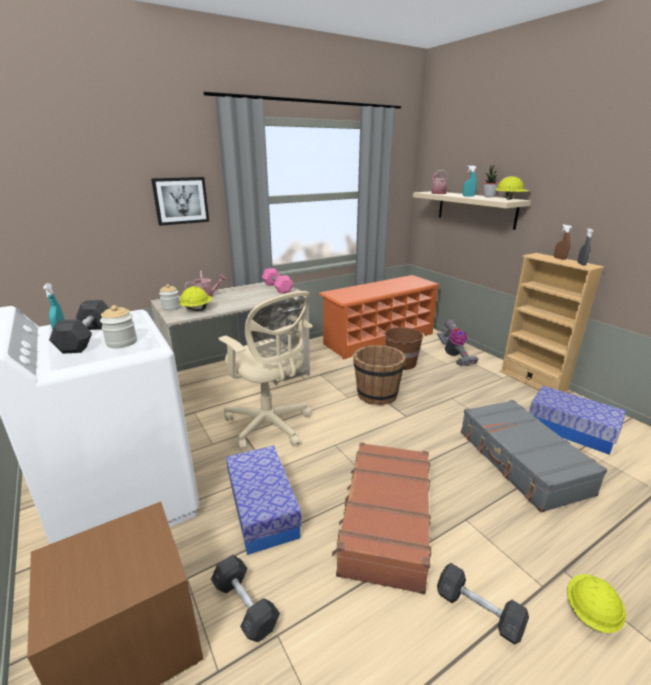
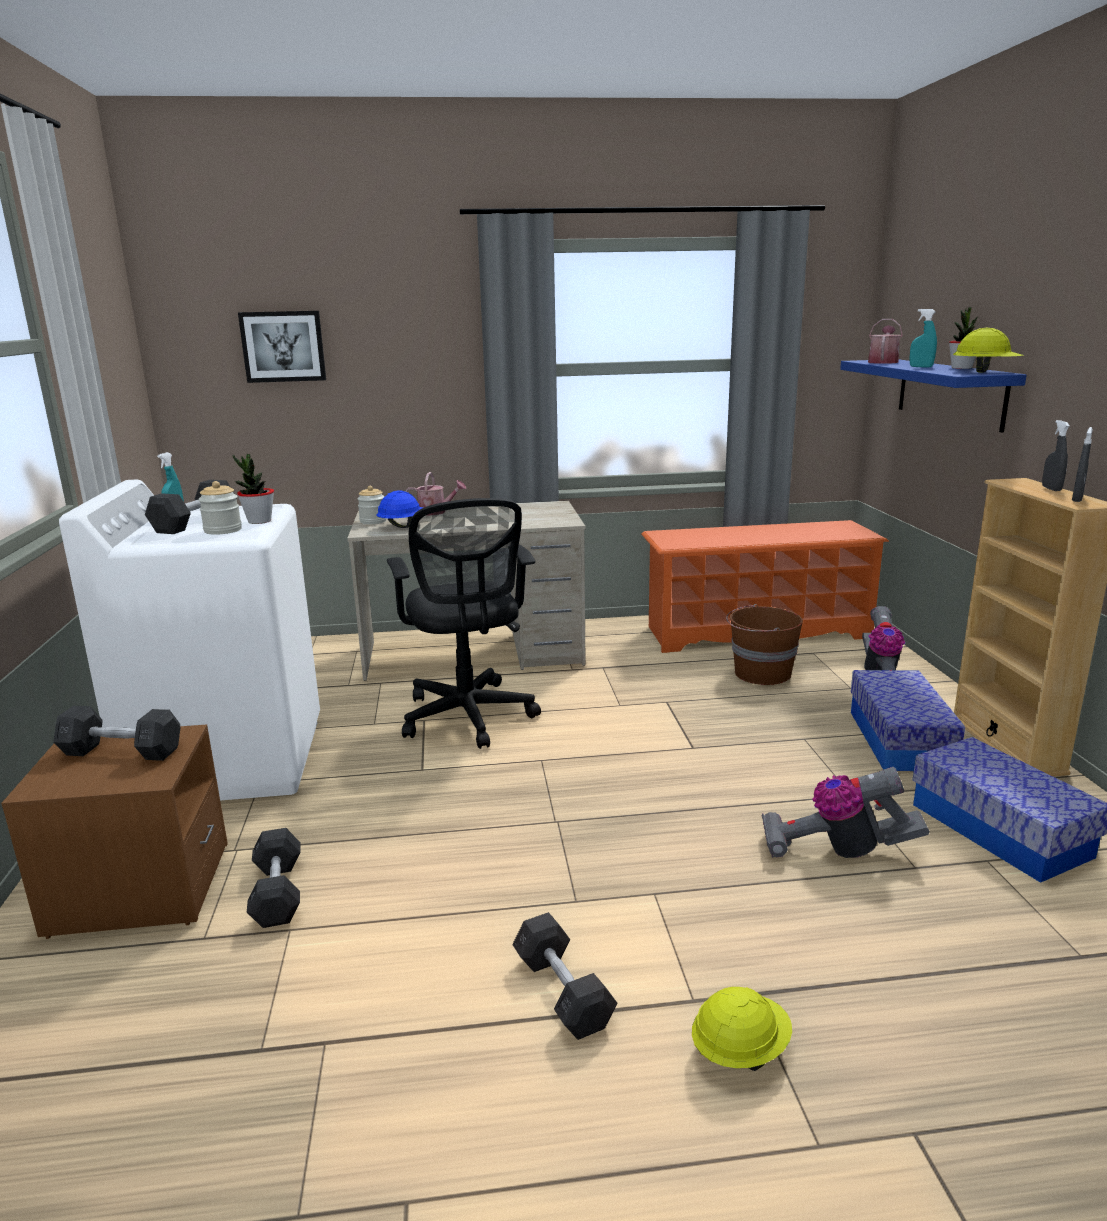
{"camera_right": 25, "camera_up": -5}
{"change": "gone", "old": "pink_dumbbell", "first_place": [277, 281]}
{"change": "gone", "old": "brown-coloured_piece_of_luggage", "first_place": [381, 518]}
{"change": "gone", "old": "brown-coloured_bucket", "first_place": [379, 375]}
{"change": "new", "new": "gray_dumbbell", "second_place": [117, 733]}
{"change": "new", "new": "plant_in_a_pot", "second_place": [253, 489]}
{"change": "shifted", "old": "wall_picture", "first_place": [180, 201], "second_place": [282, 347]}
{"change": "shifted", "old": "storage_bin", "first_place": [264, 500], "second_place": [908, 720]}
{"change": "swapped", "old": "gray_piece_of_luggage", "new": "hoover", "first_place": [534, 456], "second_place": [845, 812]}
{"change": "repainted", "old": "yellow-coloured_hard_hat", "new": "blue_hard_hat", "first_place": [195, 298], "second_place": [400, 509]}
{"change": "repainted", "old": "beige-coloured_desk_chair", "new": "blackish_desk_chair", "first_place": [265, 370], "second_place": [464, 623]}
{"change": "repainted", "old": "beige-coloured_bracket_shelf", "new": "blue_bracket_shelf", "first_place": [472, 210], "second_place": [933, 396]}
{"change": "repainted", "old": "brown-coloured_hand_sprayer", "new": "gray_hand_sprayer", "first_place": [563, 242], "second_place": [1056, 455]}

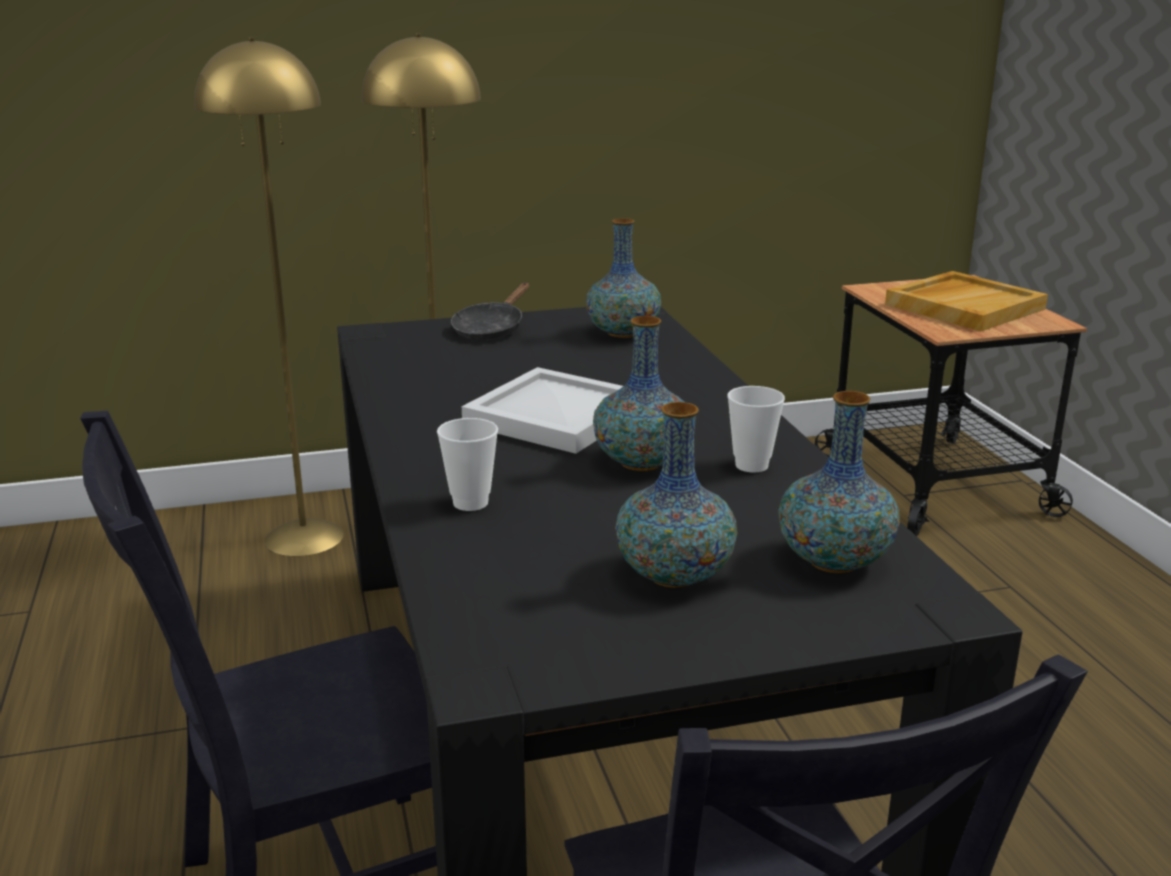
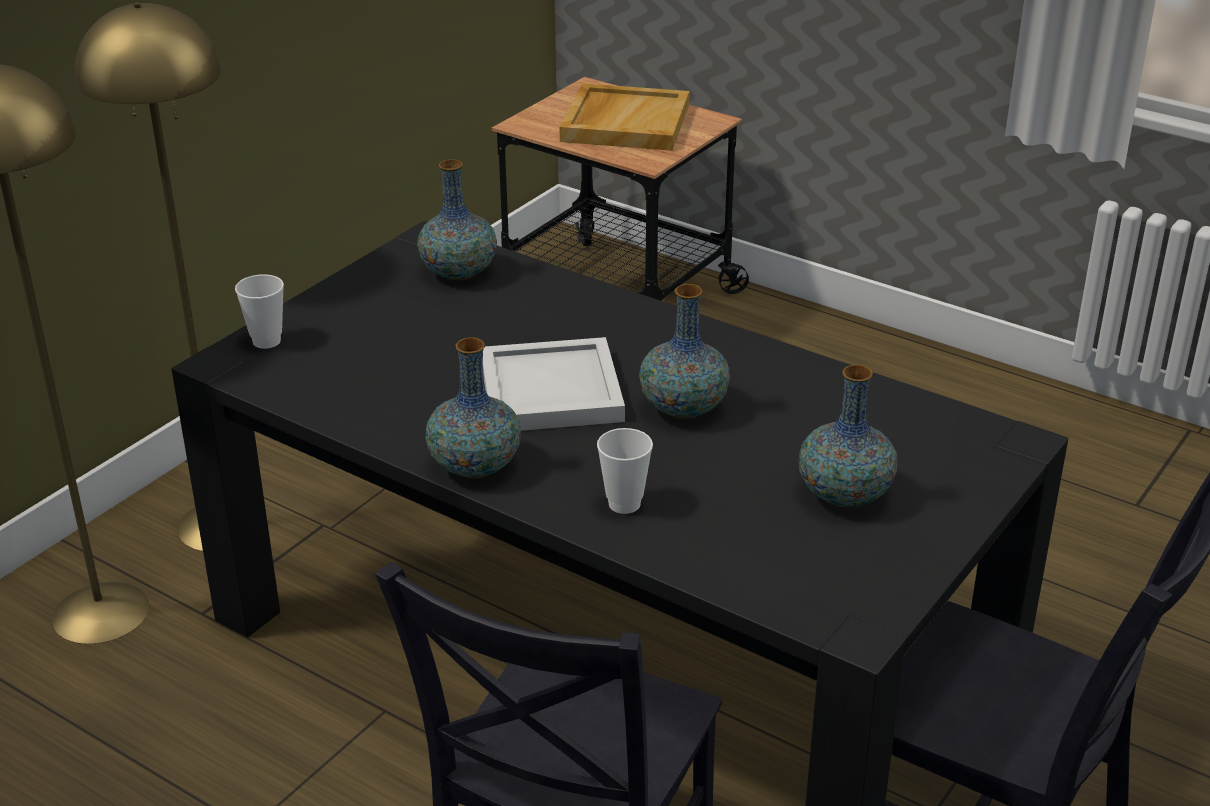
{"camera_right": -40, "camera_up": 10}
{"change": "gone", "old": "blackish_pan", "first_place": [490, 311]}
{"change": "shifted", "old": "small_cup", "first_place": [756, 429], "second_place": [259, 311]}
{"change": "shifted", "old": "flower_vase", "first_place": [839, 482], "second_place": [473, 407]}

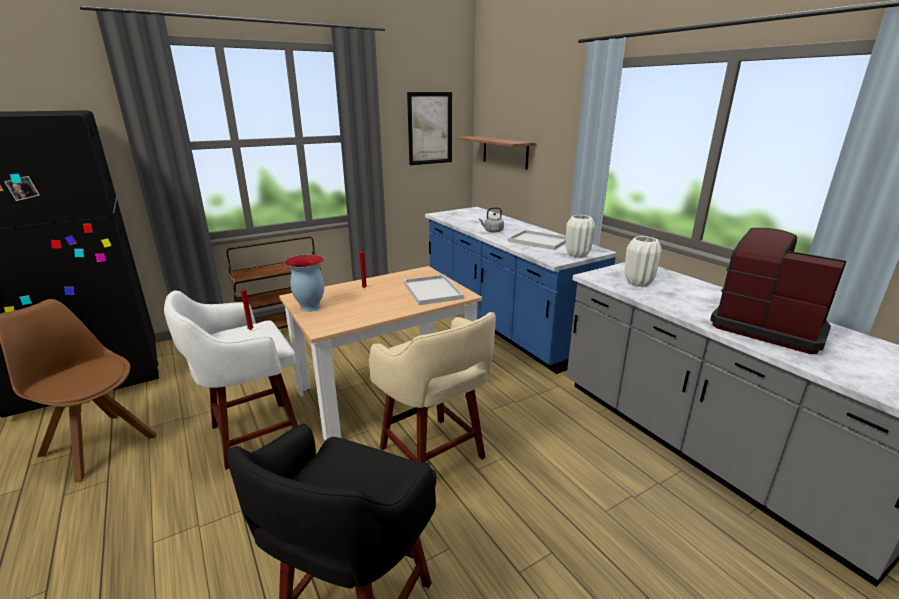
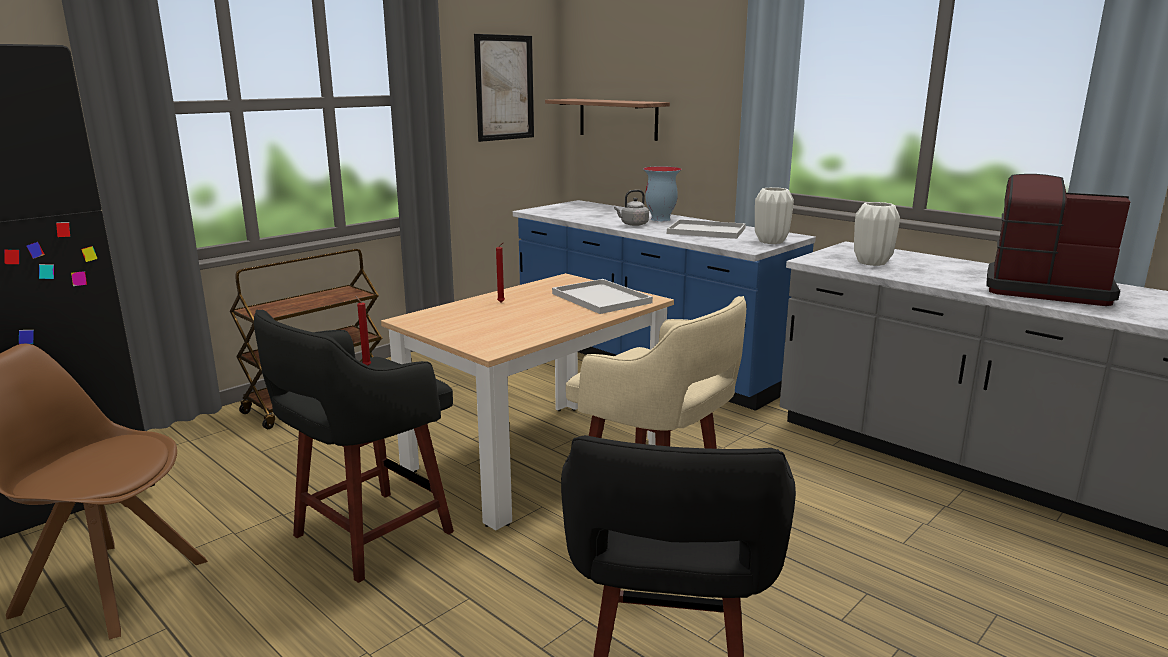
{"camera_right": -15, "camera_up": -5}
{"change": "shifted", "old": "flower_vase", "first_place": [304, 283], "second_place": [662, 193]}
{"change": "repainted", "old": "white_sitting_stool", "new": "blackish_sitting_stool", "first_place": [231, 380], "second_place": [354, 446]}

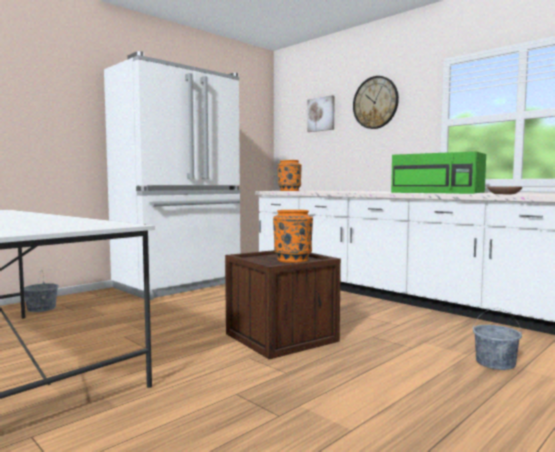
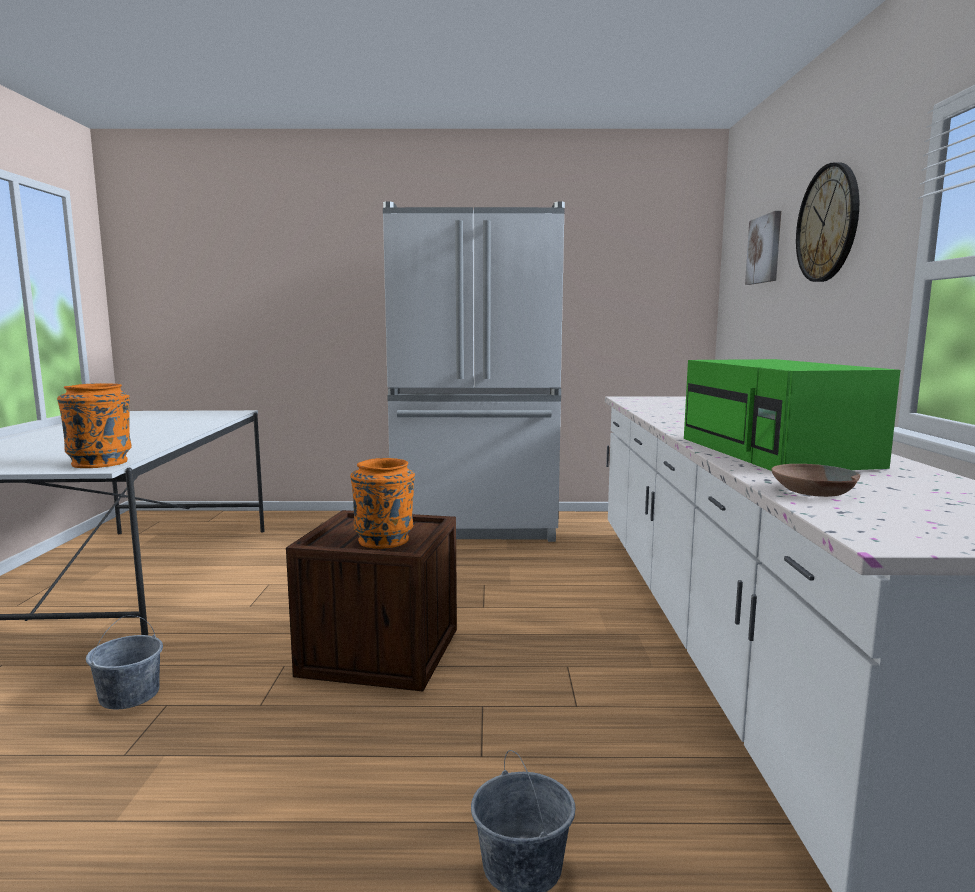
{"camera_right": 45, "camera_up": 5}
{"change": "shifted", "old": "gray_bucket", "first_place": [41, 291], "second_place": [124, 662]}
{"change": "shifted", "old": "orange_flower_vase", "first_place": [289, 175], "second_place": [94, 425]}

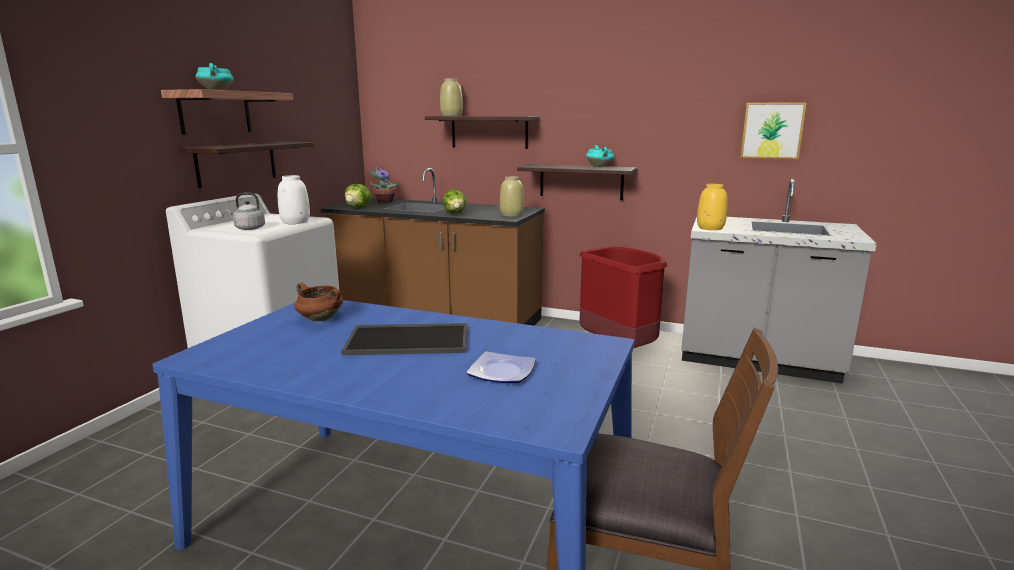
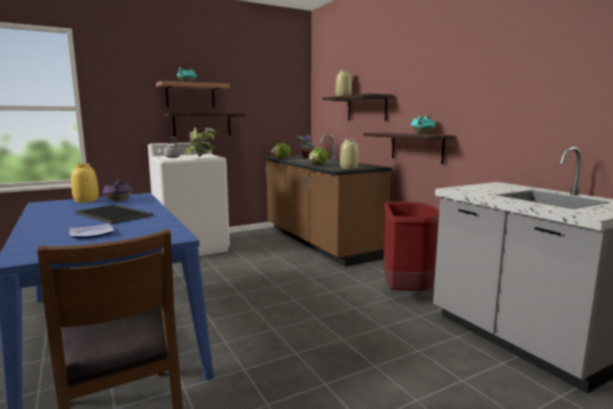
{"camera_right": 40, "camera_up": -5}
{"change": "gone", "old": "wall_picture", "first_place": [773, 130]}
{"change": "shifted", "old": "yellow-coloured_flower_vase", "first_place": [712, 207], "second_place": [85, 183]}
{"change": "swapped", "old": "white_flower_vase", "new": "plant_in_a_pot", "first_place": [294, 199], "second_place": [200, 142]}
{"change": "repainted", "old": "brown-coloured_stockpot", "new": "purplish_stockpot", "first_place": [318, 302], "second_place": [117, 190]}

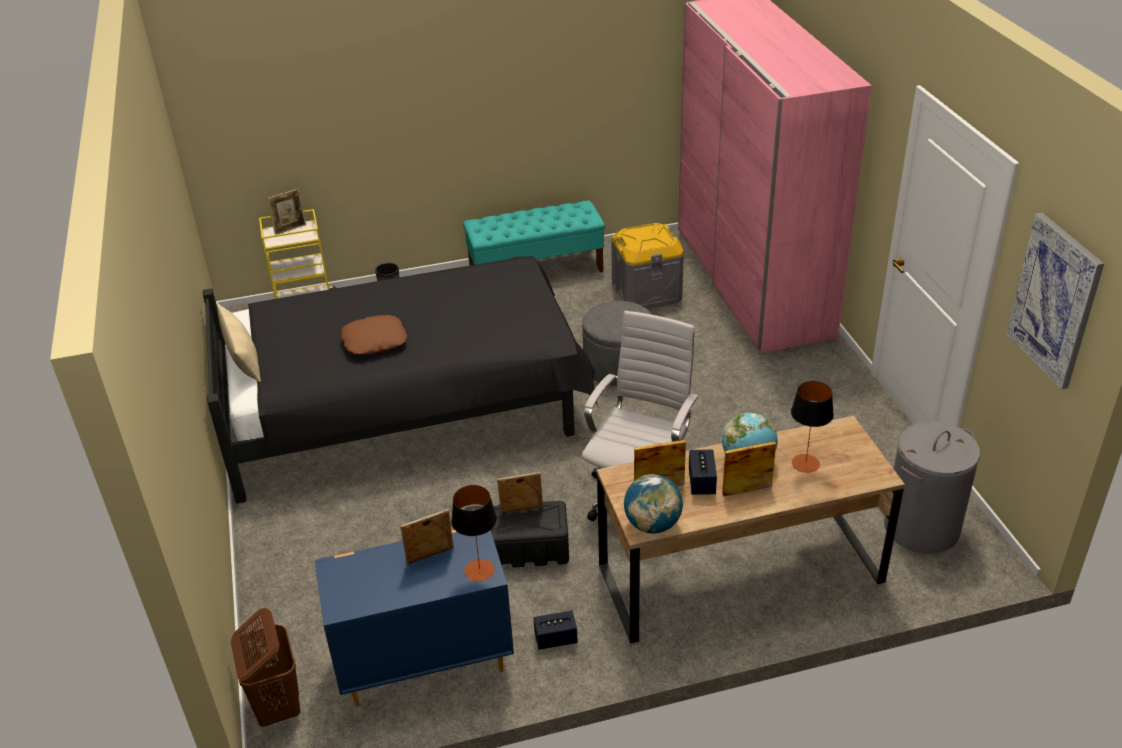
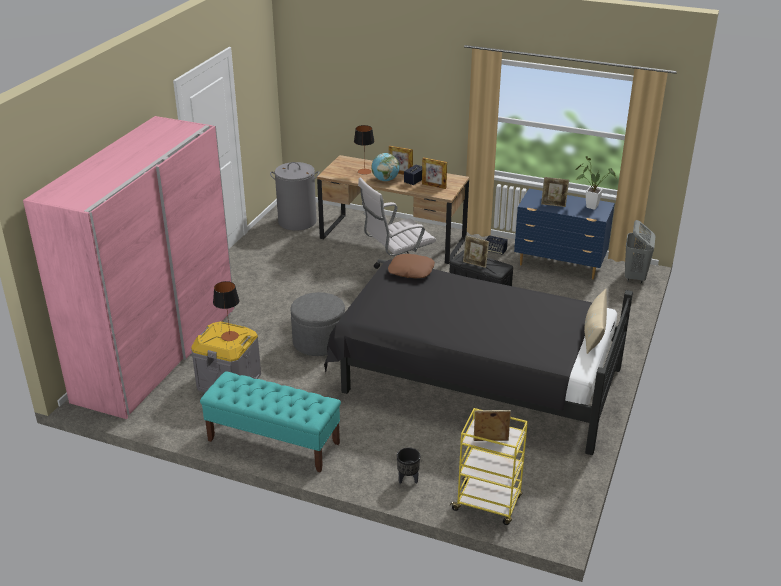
{"camera_right": -145, "camera_up": -5}
{"change": "gone", "old": "globe", "first_place": [653, 504]}
{"change": "gone", "old": "wall_picture", "first_place": [1055, 301]}
{"change": "new", "new": "plant_in_a_pot", "second_place": [596, 183]}
{"change": "shifted", "old": "brown-coloured_throw_pillow", "first_place": [374, 335], "second_place": [411, 266]}
{"change": "shifted", "old": "tabletop_lamp", "first_place": [474, 533], "second_place": [226, 311]}
{"change": "repainted", "old": "brown-coloured_washing_basket", "new": "gray_washing_basket", "first_place": [266, 667], "second_place": [640, 252]}

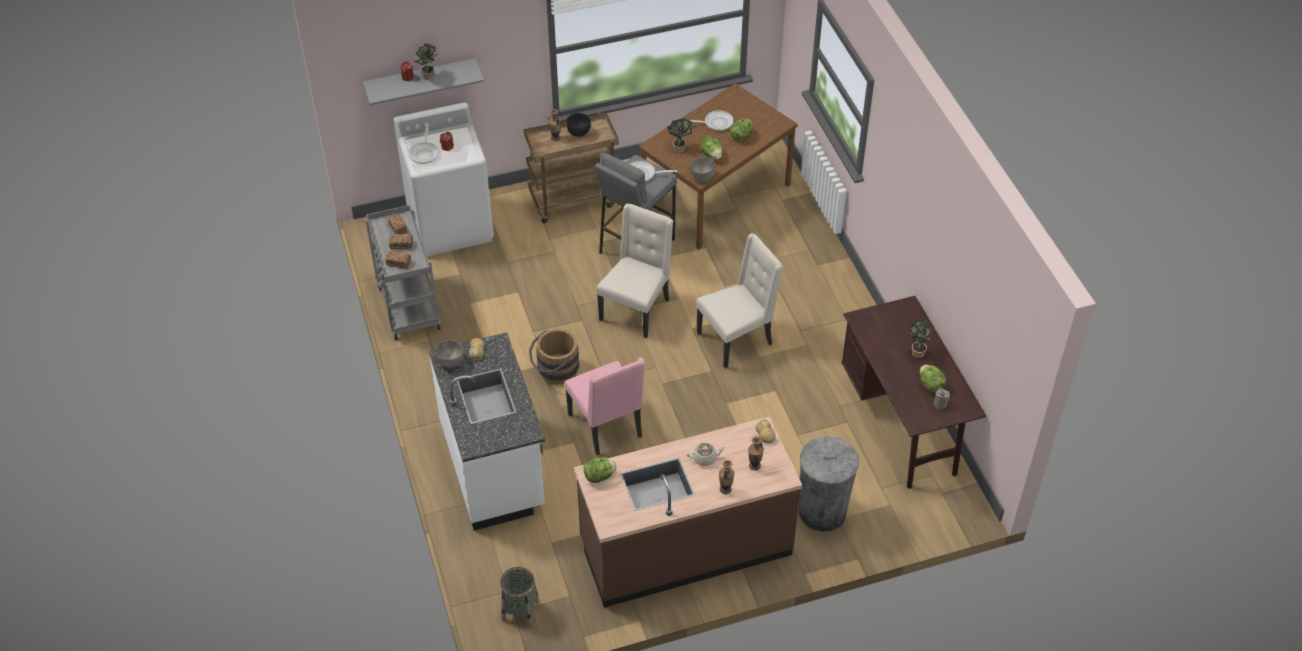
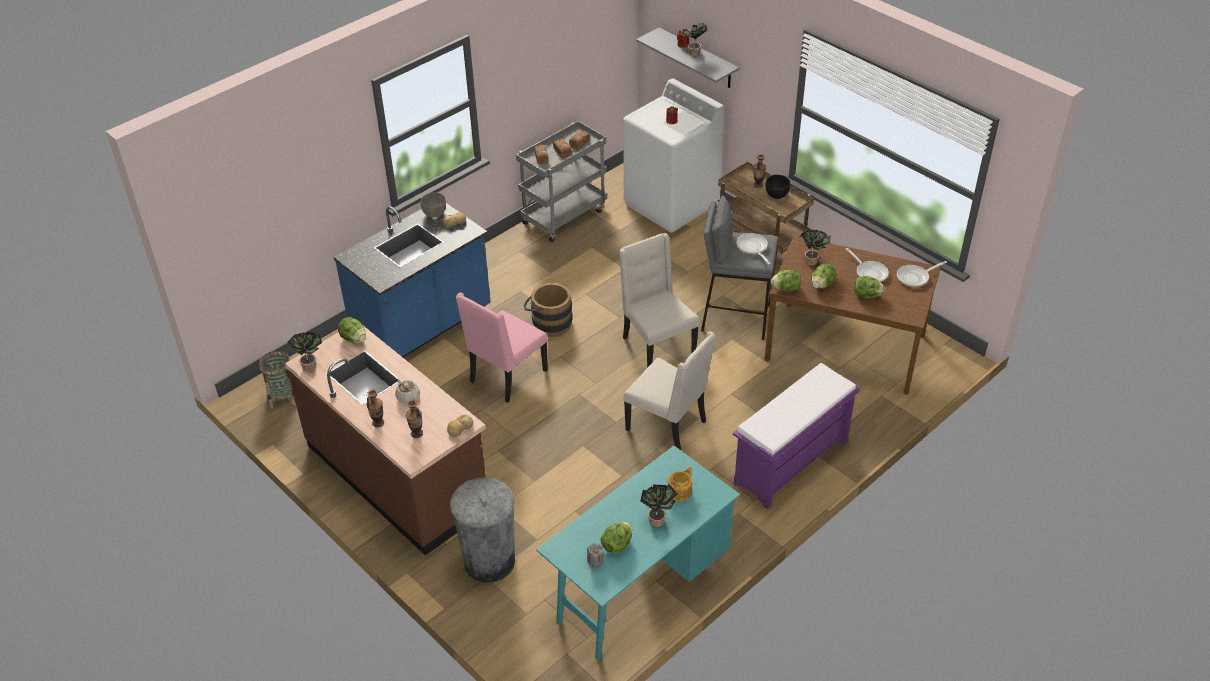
{"camera_right": 65, "camera_up": -5}
{"change": "new", "new": "plant_in_a_pot", "second_place": [304, 351]}
{"change": "new", "new": "tea_pot", "second_place": [680, 484]}
{"change": "new", "new": "purplish_indoor_bench", "second_place": [796, 436]}
{"change": "shifted", "old": "pan", "first_place": [424, 144], "second_place": [922, 274]}
{"change": "swapped", "old": "gray_deep_dish", "new": "lettuce_head", "first_place": [703, 169], "second_place": [786, 281]}
{"change": "repainted", "old": "white_counter", "new": "blue_counter", "first_place": [487, 431], "second_place": [412, 280]}
{"change": "repainted", "old": "brown-coloured_desk_table", "new": "turquoise-coloured_desk_table", "first_place": [914, 392], "second_place": [638, 553]}
{"change": "rotated", "old": "beige-coloured_plain_chair", "first_place": [634, 270], "second_place": [659, 300], "degrees": -120}

